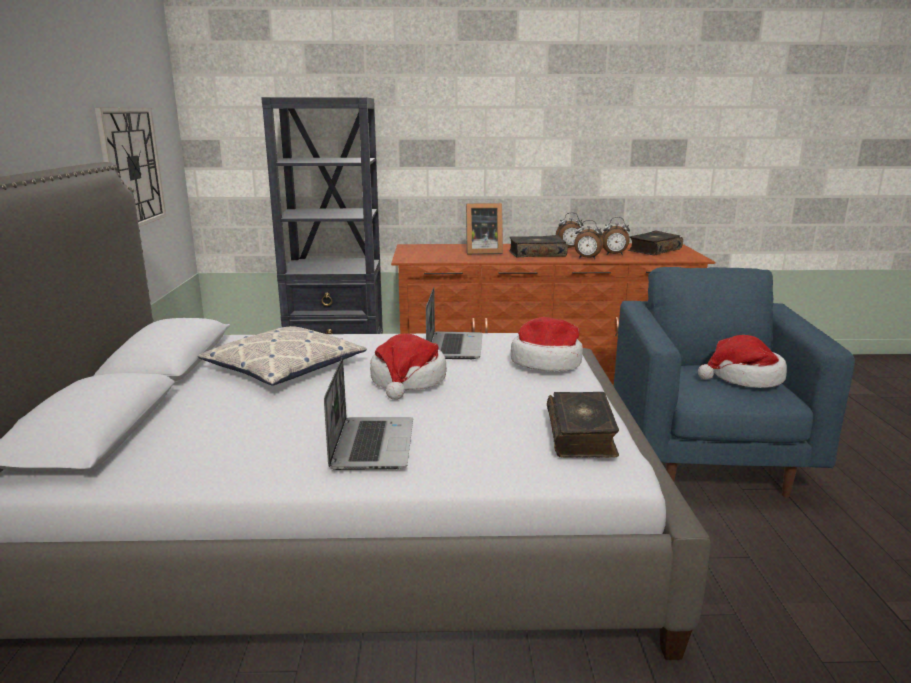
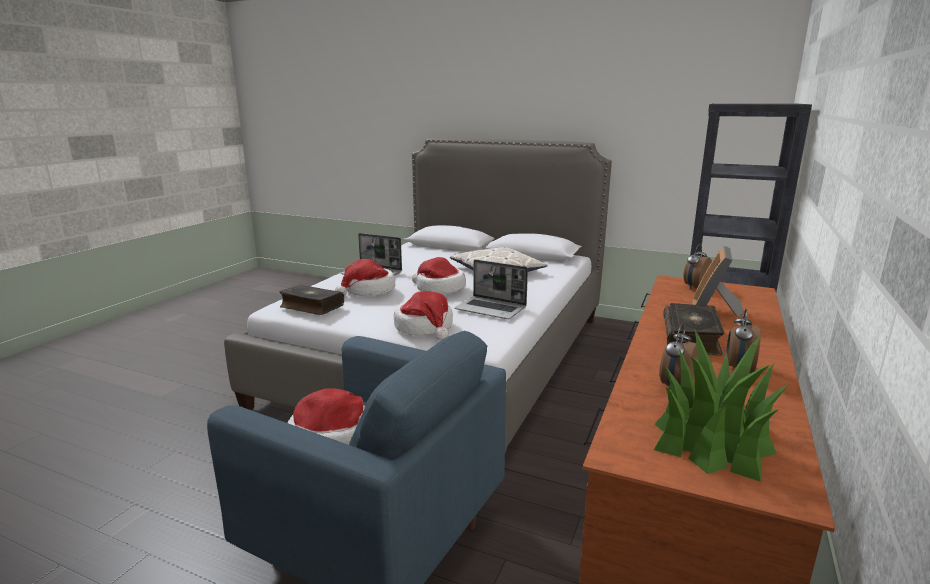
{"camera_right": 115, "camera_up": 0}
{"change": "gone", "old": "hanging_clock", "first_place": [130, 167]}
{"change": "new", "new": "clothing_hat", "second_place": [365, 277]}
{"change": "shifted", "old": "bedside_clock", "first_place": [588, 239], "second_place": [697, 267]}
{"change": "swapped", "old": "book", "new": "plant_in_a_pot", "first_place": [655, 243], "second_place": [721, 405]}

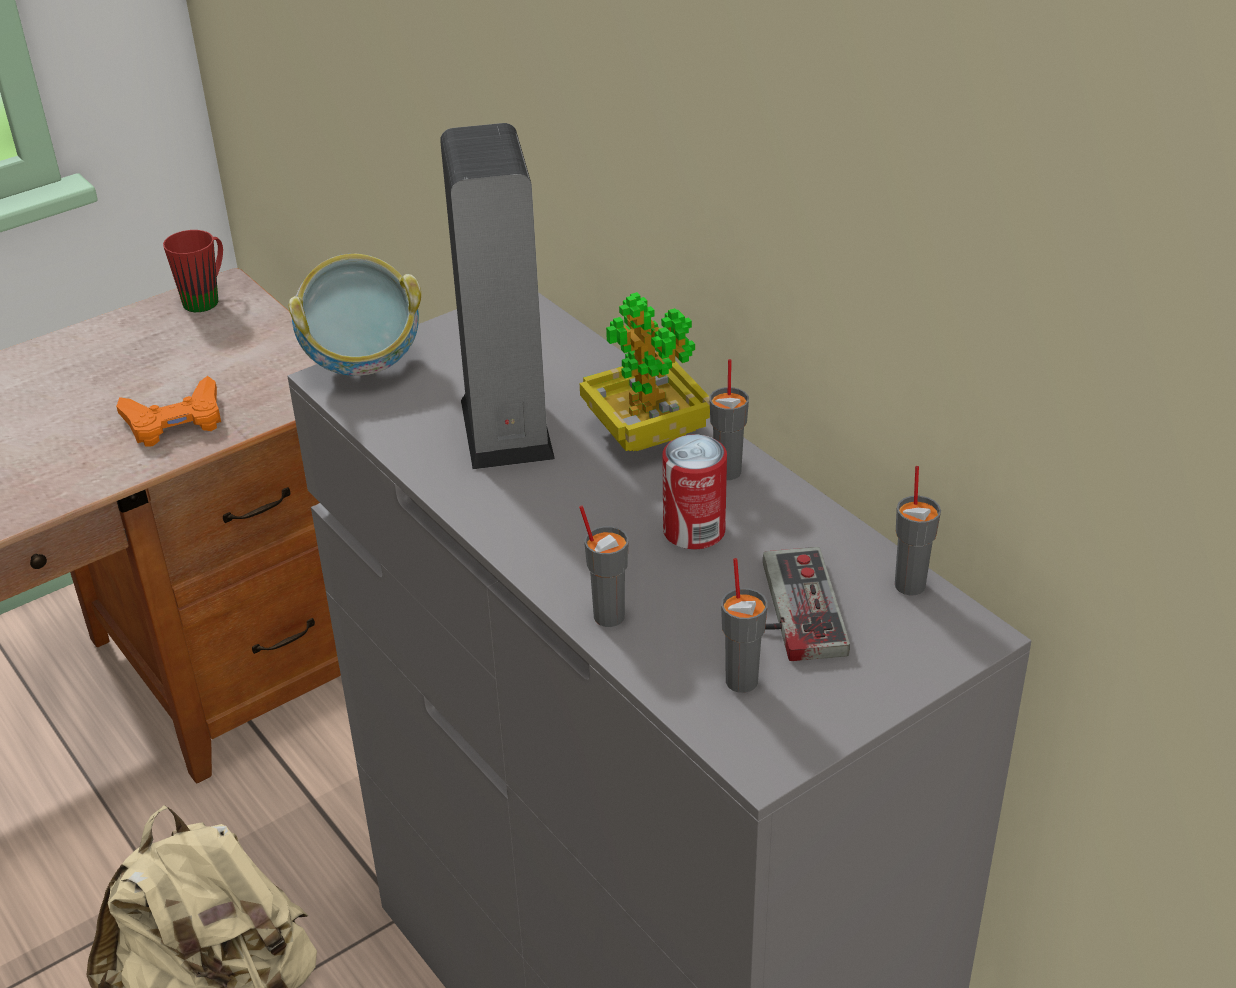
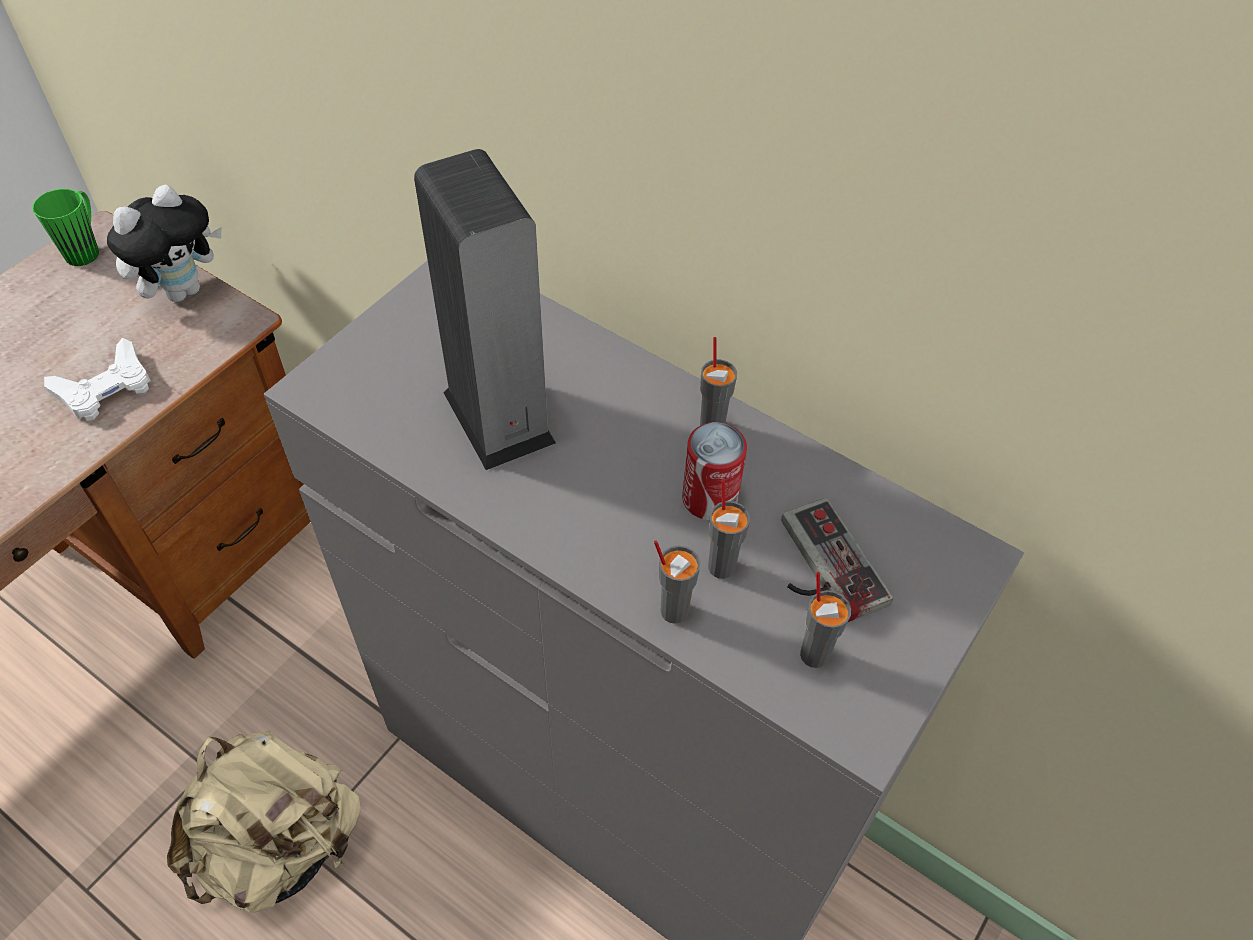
{"camera_right": -20, "camera_up": 15}
{"change": "gone", "old": "deep_dish", "first_place": [355, 315]}
{"change": "gone", "old": "plant_in_a_pot", "first_place": [645, 371]}
{"change": "new", "new": "cuddly_toy", "second_place": [164, 243]}
{"change": "shifted", "old": "gray_small_cup", "first_place": [918, 531], "second_place": [729, 529]}
{"change": "repainted", "old": "orange_gamepad", "new": "white_gamepad", "first_place": [168, 411], "second_place": [97, 379]}
{"change": "repainted", "old": "red-coloured_mug", "new": "greenish_mug", "first_place": [193, 271], "second_place": [65, 227]}

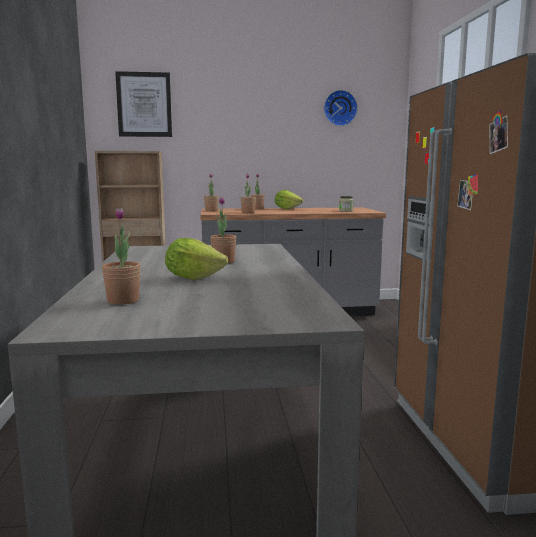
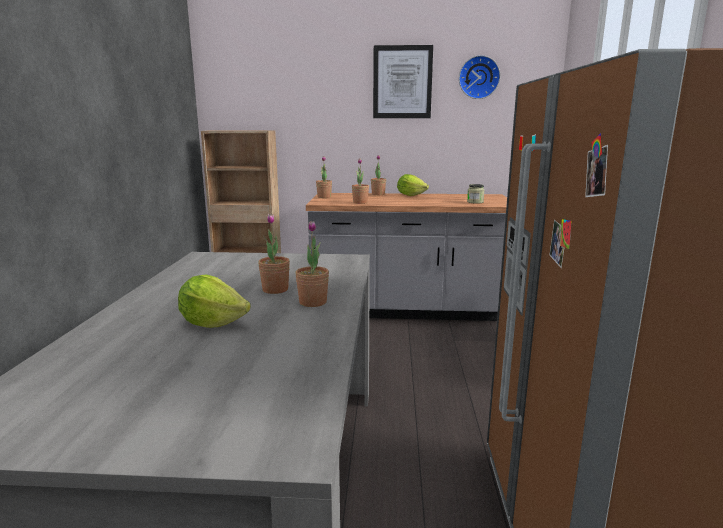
{"camera_right": 10, "camera_up": 5}
{"change": "shifted", "old": "plant_in_a_pot", "first_place": [121, 256], "second_place": [312, 264]}
{"change": "shifted", "old": "wall_picture", "first_place": [143, 104], "second_place": [403, 81]}

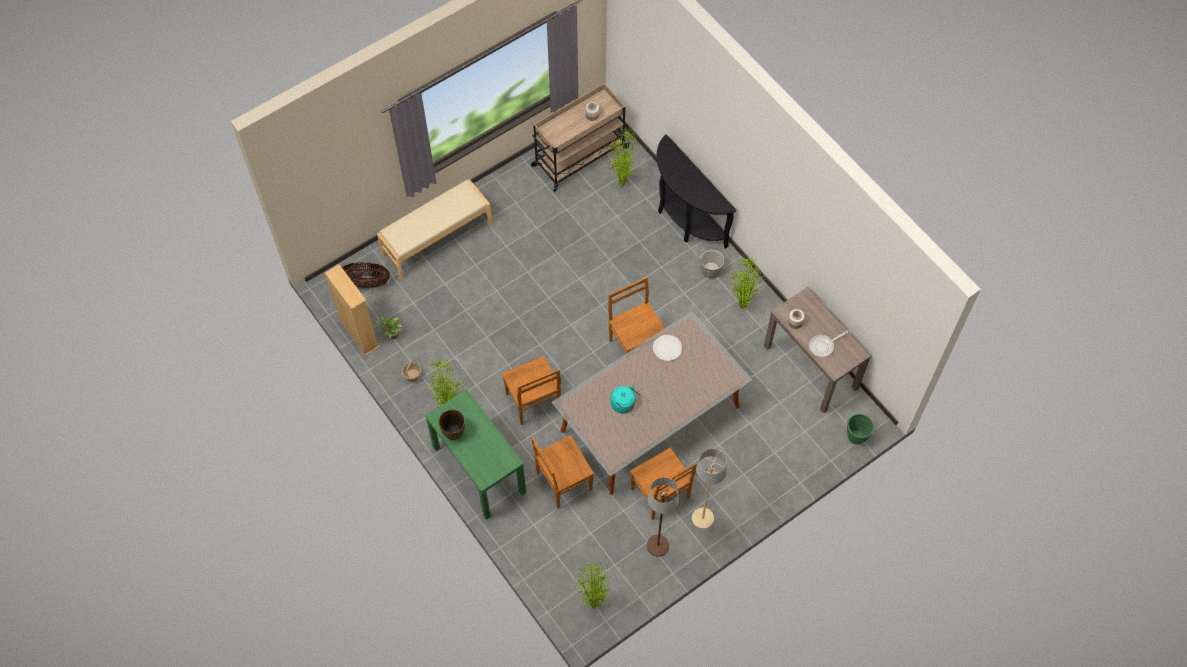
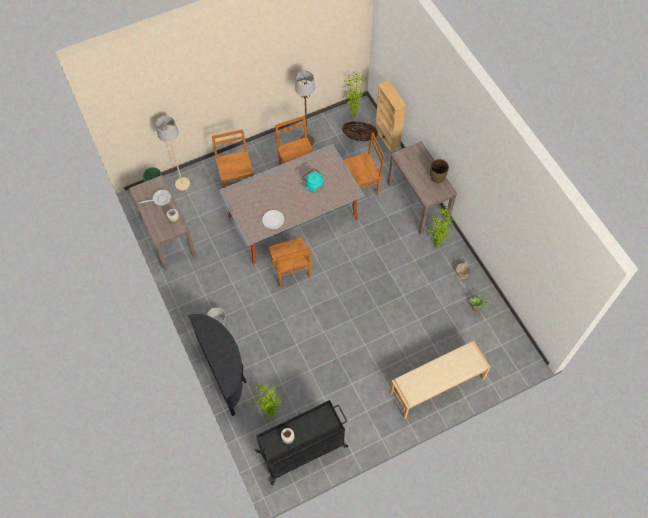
{"camera_right": -170, "camera_up": 0}
{"change": "gone", "old": "plant_in_a_pot", "first_place": [745, 281]}
{"change": "shifted", "old": "beige-coloured_shelving_unit", "first_place": [352, 310], "second_place": [390, 116]}
{"change": "shifted", "old": "household_basket", "first_place": [366, 275], "second_place": [360, 131]}
{"change": "shifted", "old": "brown-coloured_plain_chair", "first_place": [531, 390], "second_place": [233, 158]}
{"change": "shifted", "old": "beige-coloured_standard_lamp", "first_place": [709, 489], "second_place": [173, 153]}
{"change": "repainted", "old": "greenish_hall_table", "new": "brown-coloured_hall_table", "first_place": [475, 454], "second_place": [422, 188]}
{"change": "repainted", "old": "beige-coloured_cart", "new": "blackish_cart", "first_place": [580, 137], "second_place": [301, 442]}

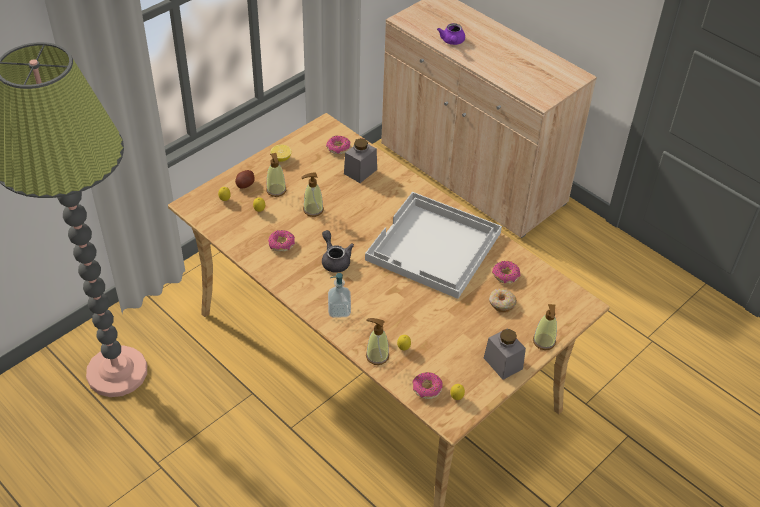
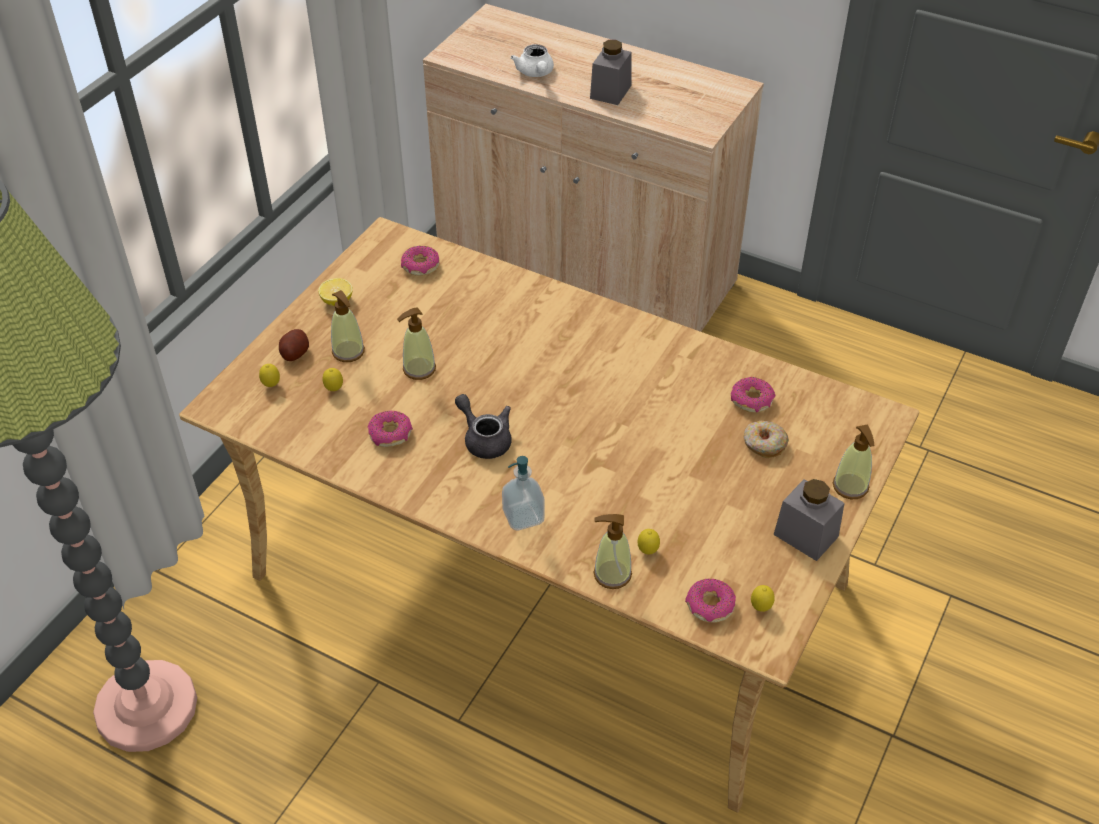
{"camera_right": -15, "camera_up": 0}
{"change": "gone", "old": "white_carrying_tray", "first_place": [433, 245]}
{"change": "shifted", "old": "gray_jar", "first_place": [360, 160], "second_place": [611, 72]}
{"change": "repainted", "old": "purplish_tea_pot", "new": "white_tea_pot", "first_place": [451, 34], "second_place": [532, 60]}

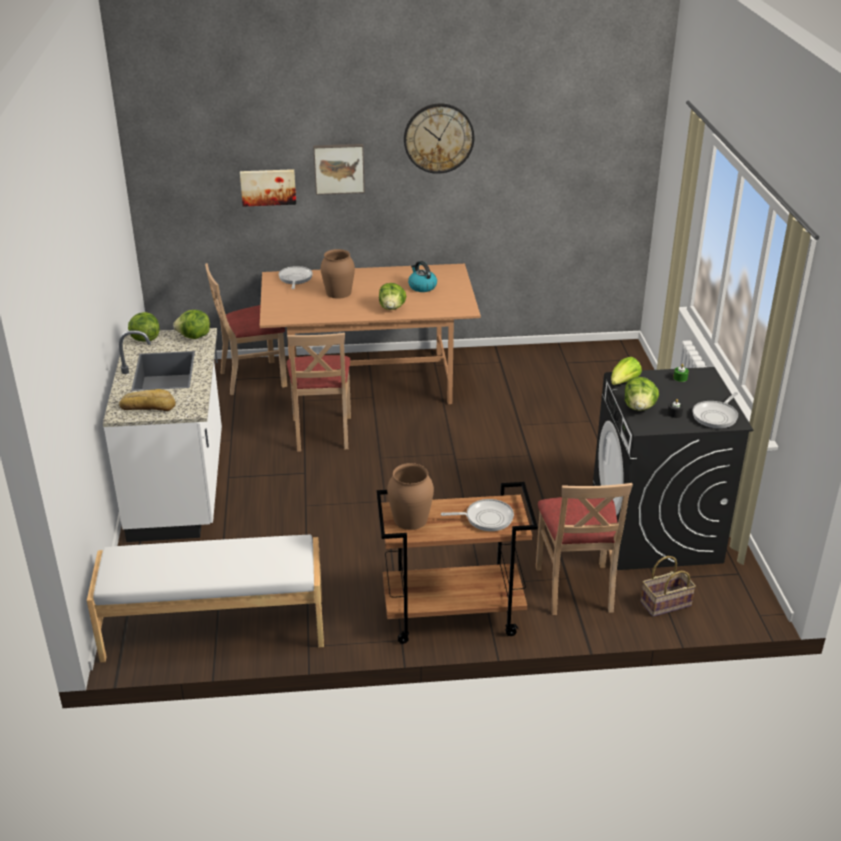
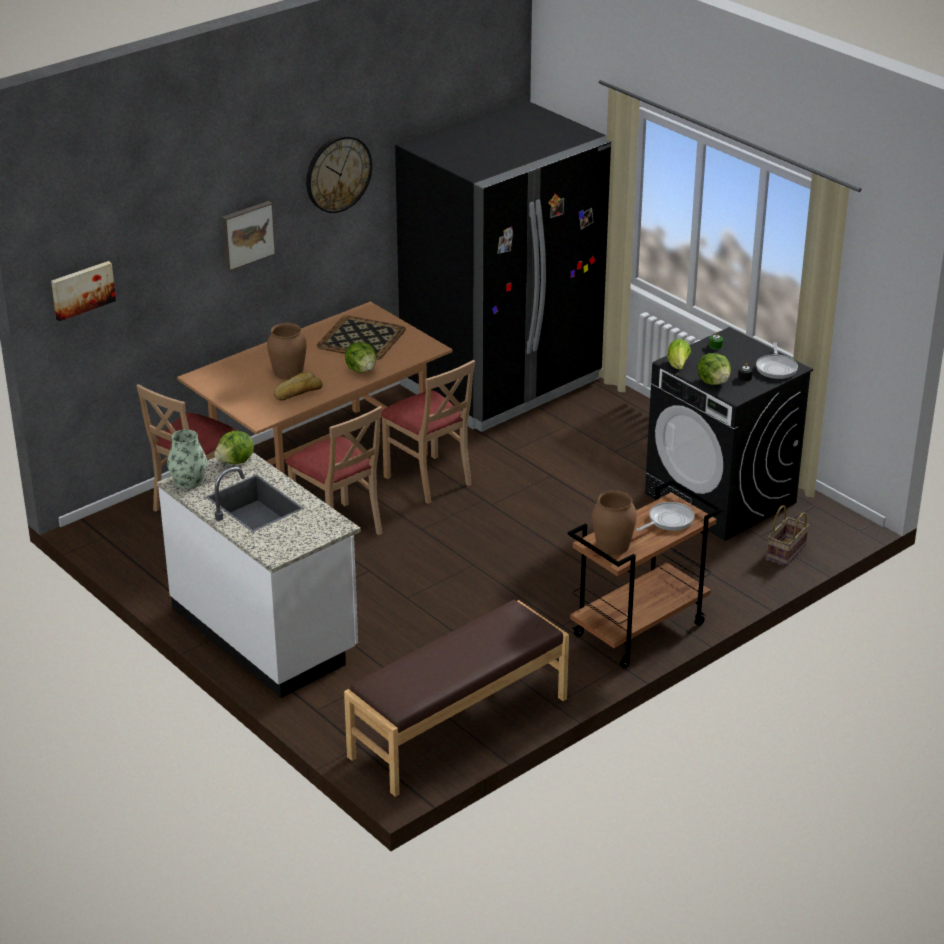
{"camera_right": -35, "camera_up": 0}
{"change": "gone", "old": "pan", "first_place": [295, 277]}
{"change": "new", "new": "blackish_kitchen_fridge", "second_place": [503, 266]}
{"change": "shifted", "old": "baked_bread", "first_place": [147, 400], "second_place": [298, 386]}
{"change": "shifted", "old": "wall_picture", "first_place": [268, 188], "second_place": [83, 291]}
{"change": "shifted", "old": "beige-coloured_plain_chair", "first_place": [584, 549], "second_place": [428, 432]}
{"change": "swapped", "old": "lettuce_head", "new": "flower_vase", "first_place": [144, 327], "second_place": [187, 459]}
{"change": "swapped", "old": "tea_kettle", "new": "carrying_tray", "first_place": [422, 276], "second_place": [361, 337]}
{"change": "repainted", "old": "white_indoor_bench", "new": "brown-coloured_indoor_bench", "first_place": [205, 599], "second_place": [456, 698]}

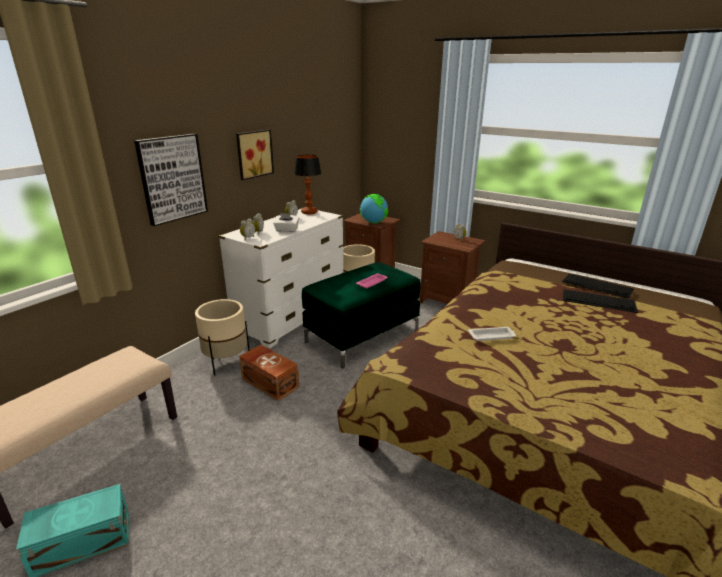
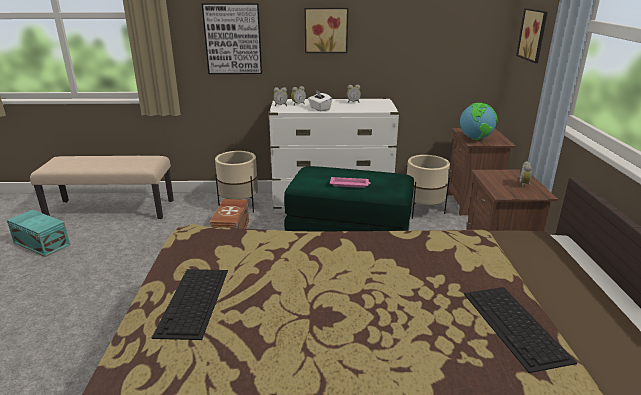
{"camera_right": 55, "camera_up": 0}
{"change": "gone", "old": "tabletop_lamp", "first_place": [308, 184]}
{"change": "gone", "old": "white_carrying_tray", "first_place": [492, 334]}
{"change": "new", "new": "wall_picture", "second_place": [532, 35]}
{"change": "shifted", "old": "keyboard", "first_place": [598, 286], "second_place": [190, 304]}

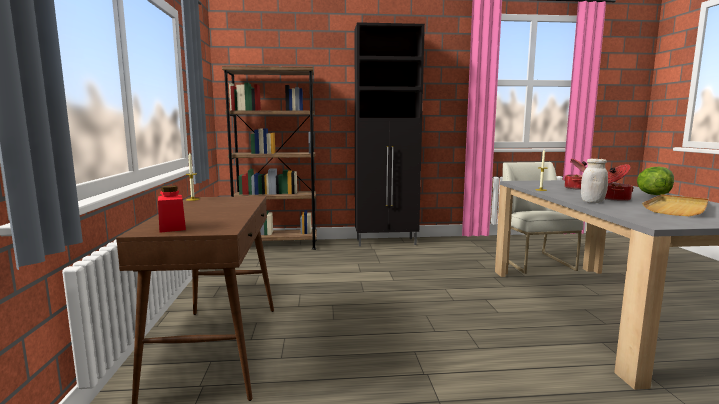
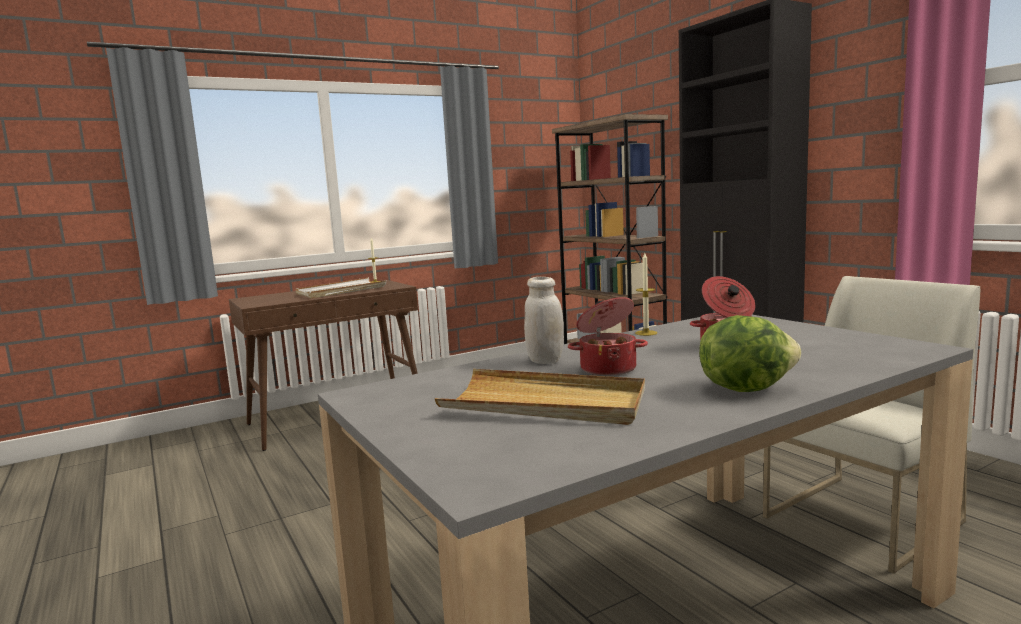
{"camera_right": 65, "camera_up": 0}
{"change": "gone", "old": "red-coloured_jar", "first_place": [172, 209]}
{"change": "new", "new": "white_carrying_tray", "second_place": [341, 288]}

